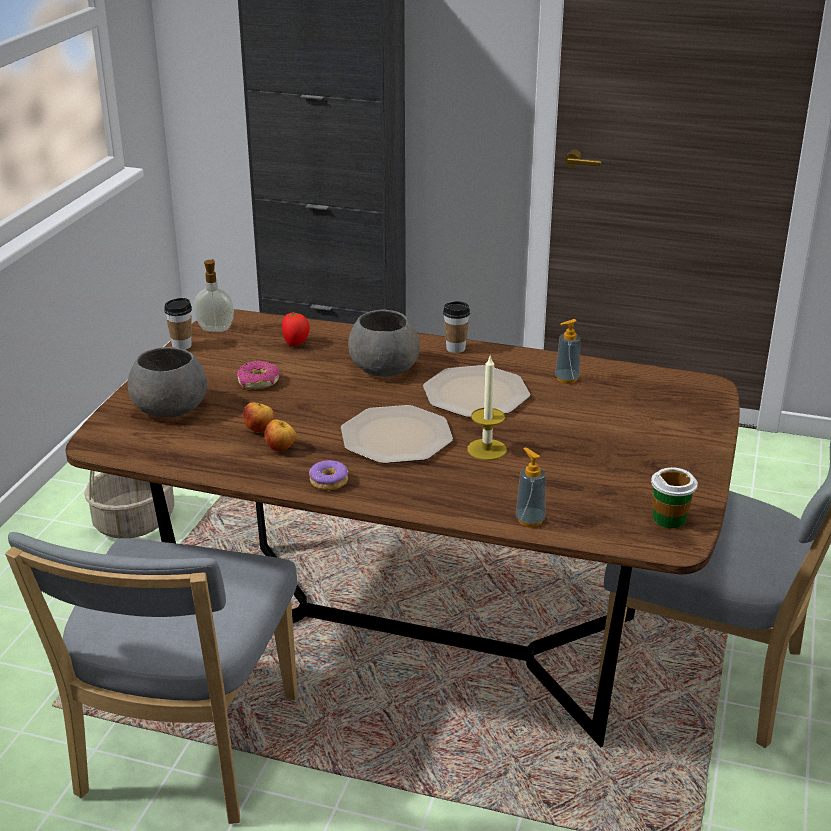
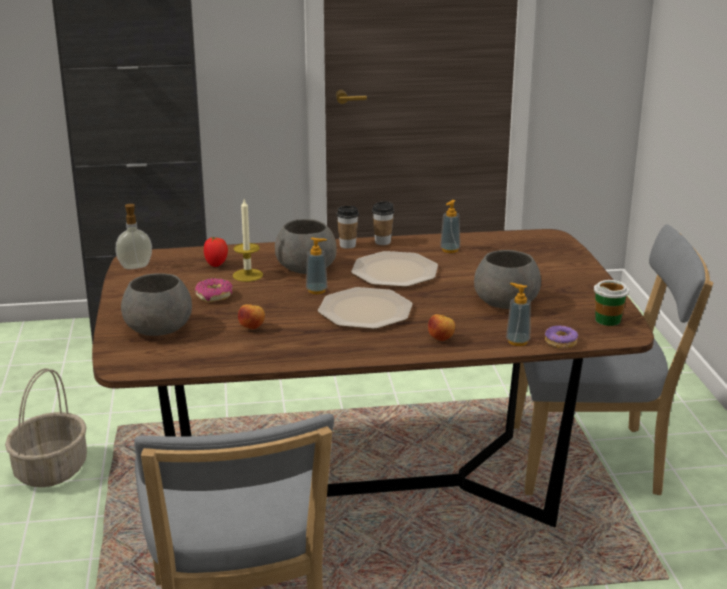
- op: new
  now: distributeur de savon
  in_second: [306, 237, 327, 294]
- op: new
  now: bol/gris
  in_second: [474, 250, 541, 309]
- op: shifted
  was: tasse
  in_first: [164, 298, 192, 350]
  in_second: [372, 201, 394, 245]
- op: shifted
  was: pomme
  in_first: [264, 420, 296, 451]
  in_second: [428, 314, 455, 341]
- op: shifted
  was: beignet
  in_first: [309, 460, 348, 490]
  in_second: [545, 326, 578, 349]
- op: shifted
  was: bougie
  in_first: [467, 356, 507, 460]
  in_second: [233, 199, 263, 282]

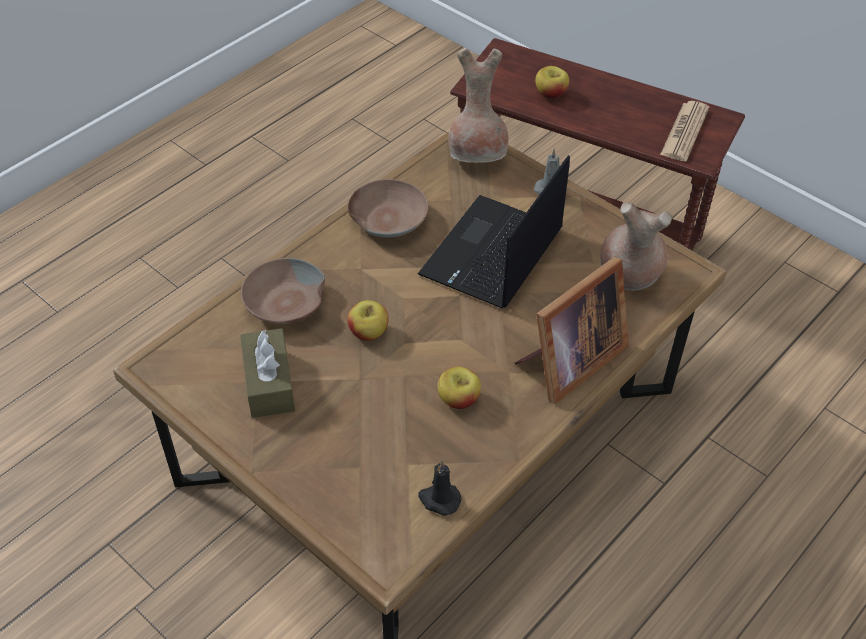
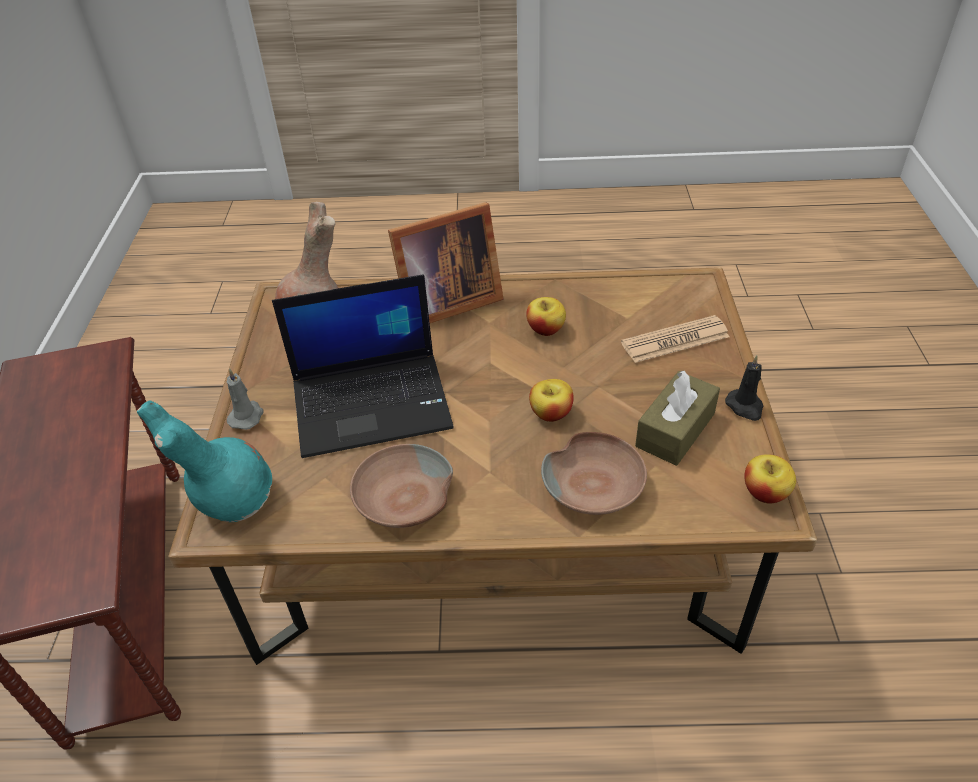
- op: shifted
  was: bougie/noir
  in_first: [419, 461, 462, 516]
  in_second: [725, 355, 764, 421]
- op: shifted
  was: pomme
  in_first: [535, 66, 569, 99]
  in_second: [744, 454, 796, 504]
- op: shifted
  was: journal
  in_first: [660, 101, 709, 161]
  in_second: [621, 315, 730, 363]
- op: repainted
  was: vase/marron
  now: vase/turquoise
  in_first: [449, 48, 509, 163]
  in_second: [137, 400, 272, 522]
- op: rotated
  was: cadre photo
  in_first: [515, 257, 629, 404]
  in_second: [388, 202, 503, 323]
  clockwise: 150

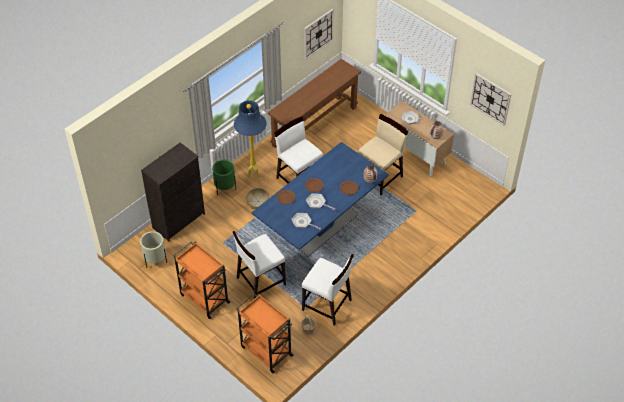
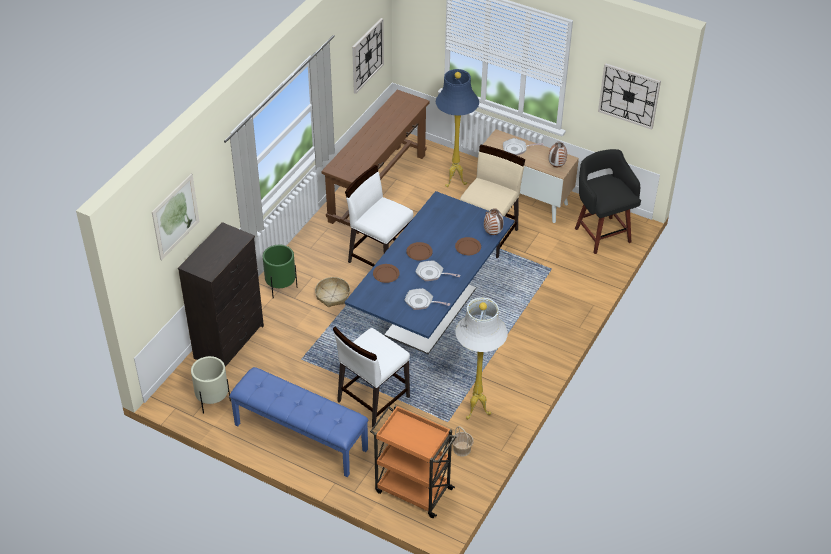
- op: new
  now: tableau
  in_second: [152, 174, 200, 260]
- op: new
  now: tabouret/noir
  in_second: [575, 149, 641, 254]
- op: shifted
  was: lampadaire/bleu
  in_first: [234, 100, 267, 181]
  in_second: [436, 69, 479, 187]
- op: swapped
  was: chariot/orange
  now: banc/bleu
  in_first: [173, 242, 231, 319]
  in_second: [229, 367, 368, 477]
- op: swapped
  was: chaise/blanc
  now: lampadaire/blanc
  in_first: [302, 254, 354, 326]
  in_second: [455, 297, 508, 419]

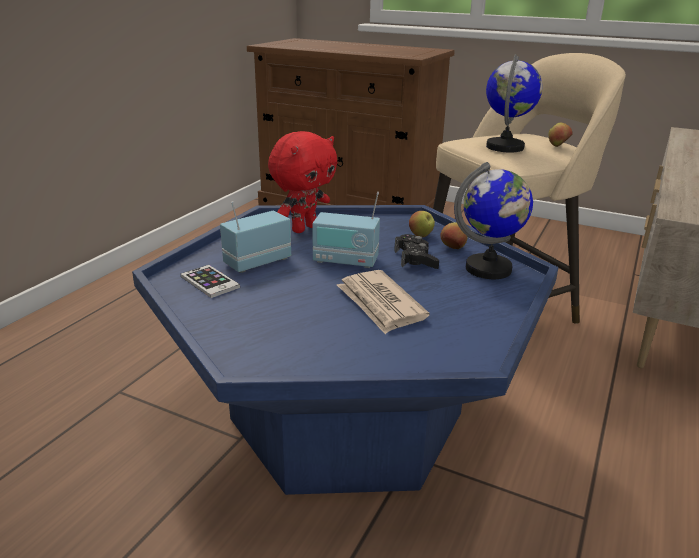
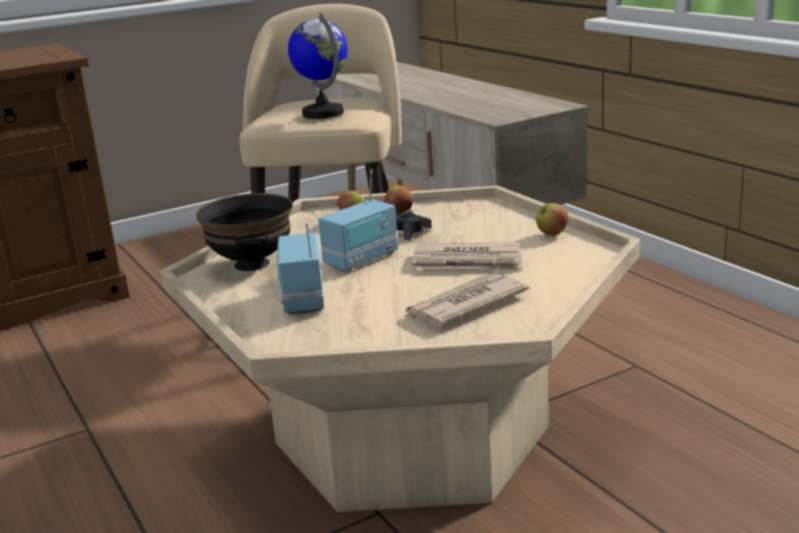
- op: gone
  was: téléphone
  in_first: [181, 265, 240, 298]
- op: gone
  was: globe
  in_first: [454, 162, 533, 279]
- op: new
  now: journal
  in_second: [402, 273, 529, 327]
- op: shifted
  was: pomme
  in_first: [549, 123, 573, 147]
  in_second: [536, 203, 569, 236]
- op: swapped
  was: peluche/rouge
  now: bol/noir
  in_first: [268, 131, 338, 233]
  in_second: [195, 193, 293, 271]
- op: repainted
  was: table basse/bleu
  now: table basse/beige
  in_first: [132, 205, 558, 495]
  in_second: [160, 186, 640, 512]

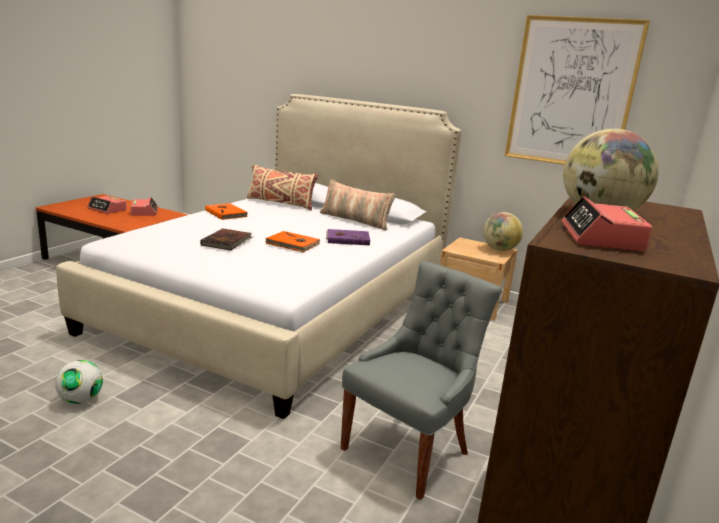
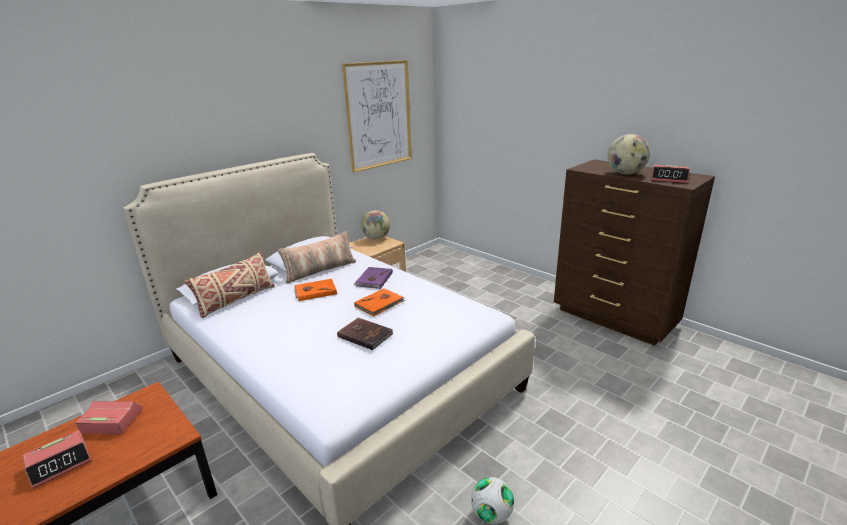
- op: gone
  was: chaise/gris
  in_first: [341, 261, 502, 500]
- op: shifted
  was: livre/orange
  in_first: [205, 203, 248, 220]
  in_second: [294, 279, 337, 301]

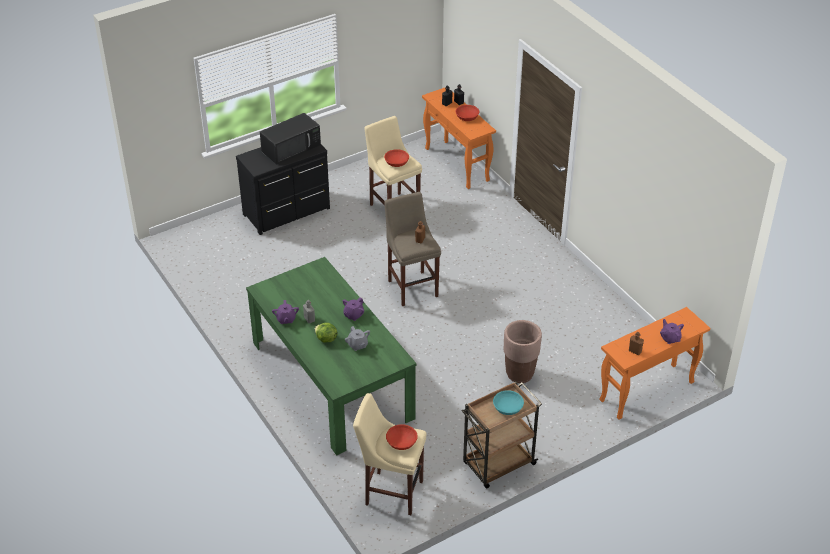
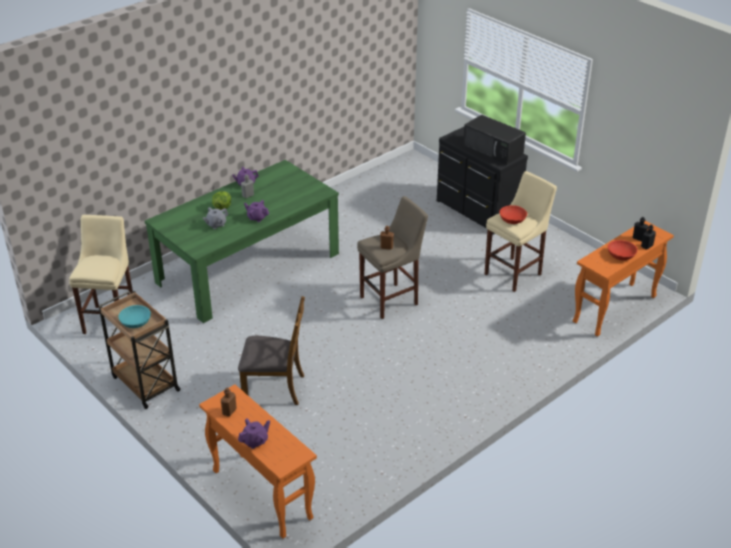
- op: gone
  was: bol/rouge
  in_first: [386, 424, 417, 450]
- op: swapped
  was: cache-pot/marron
  now: chaise/marron
  in_first: [504, 320, 542, 383]
  in_second: [238, 296, 305, 405]

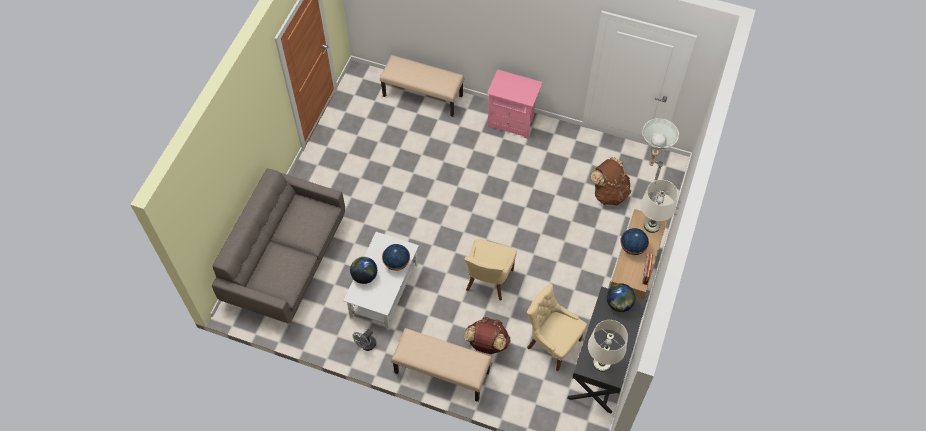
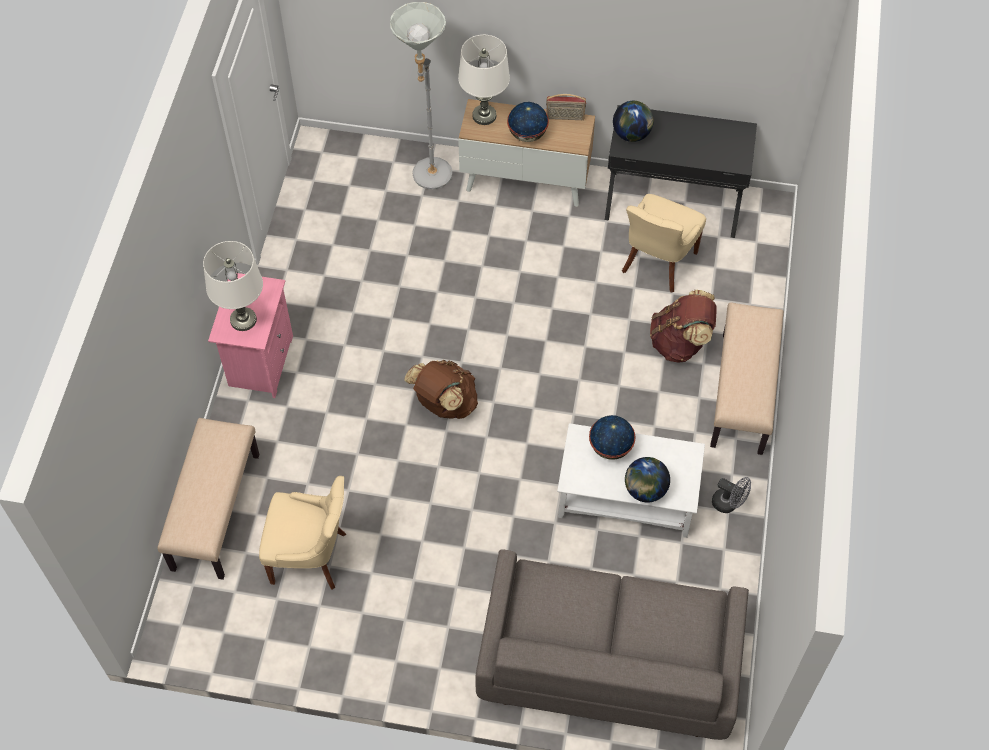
- op: shifted
  was: chaise/beige
  in_first: [464, 239, 517, 300]
  in_second: [259, 476, 346, 590]
- op: shifted
  was: lampe de table/blanc
  in_first: [588, 320, 628, 372]
  in_second: [203, 241, 263, 331]
- op: shifted
  was: sac à dos/marron
  in_first: [591, 157, 631, 206]
  in_second: [404, 360, 478, 419]

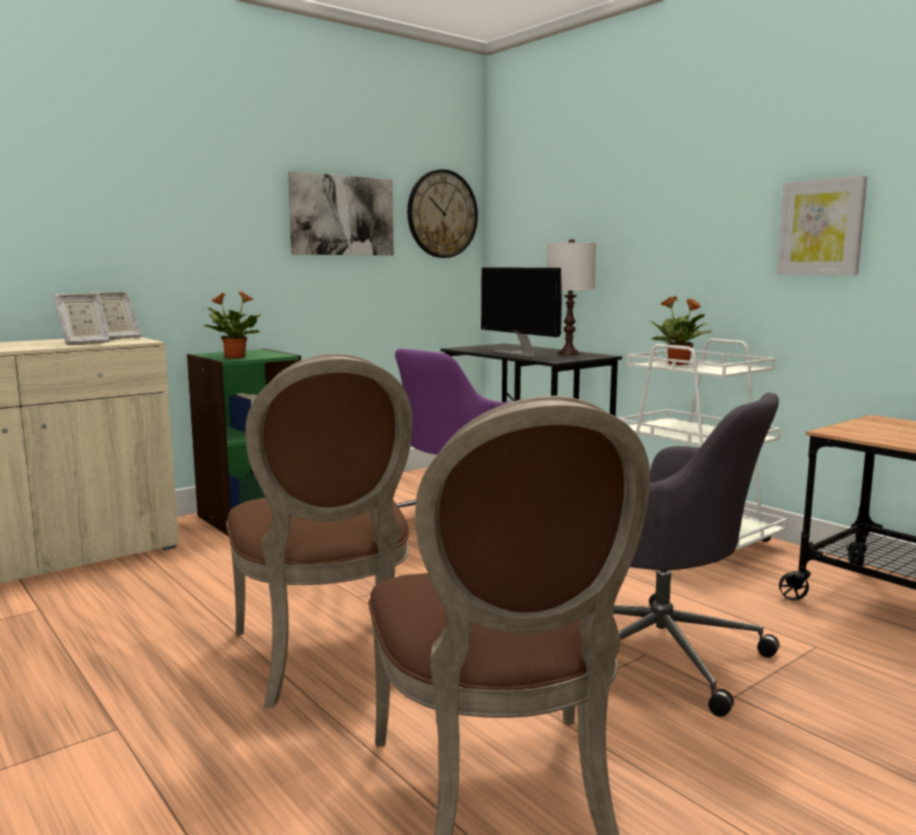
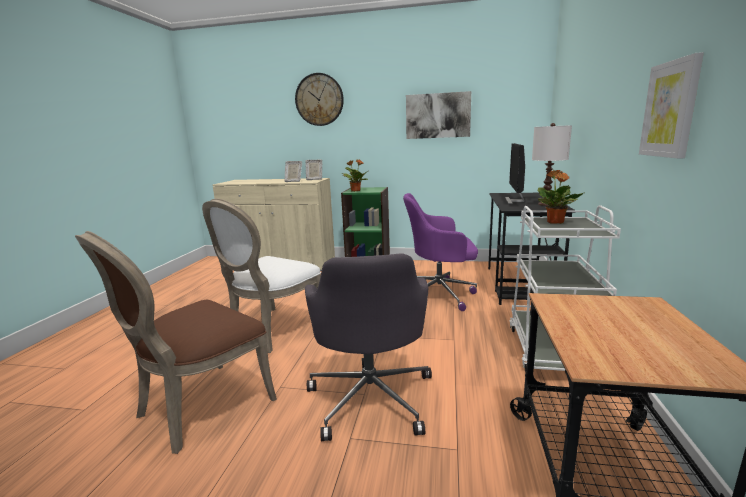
- op: shifted
  was: horloge murale
  in_first: [407, 169, 478, 258]
  in_second: [295, 73, 344, 126]
- op: repainted
  was: chaise/marron
  now: chaise/blanc
  in_first: [226, 354, 412, 708]
  in_second: [202, 199, 321, 353]

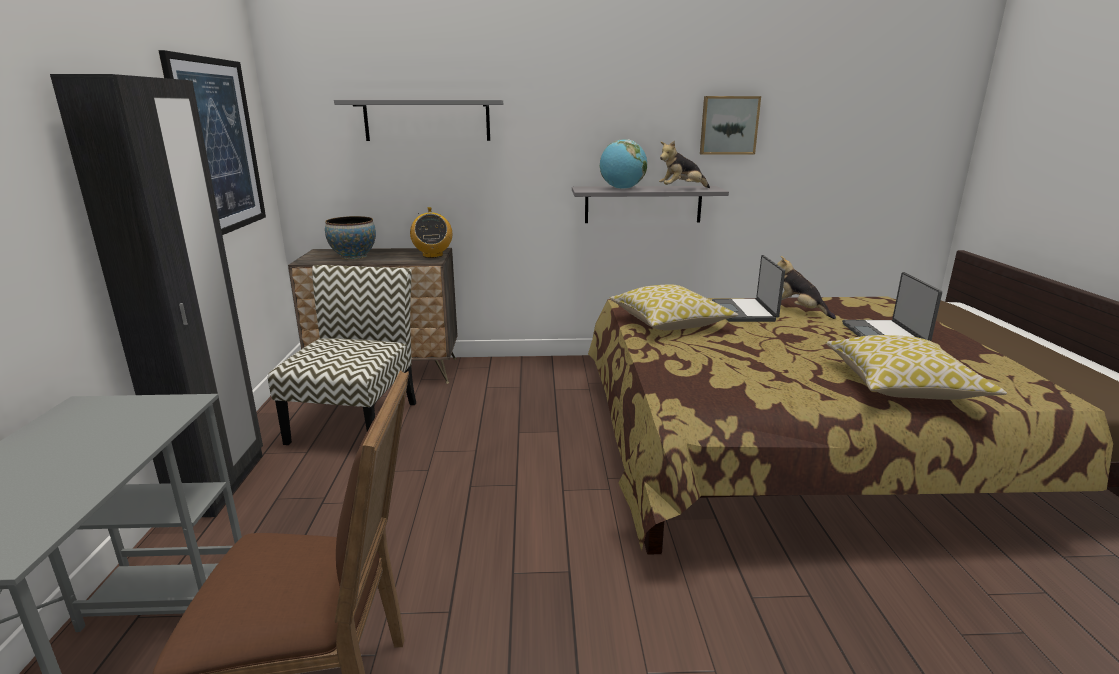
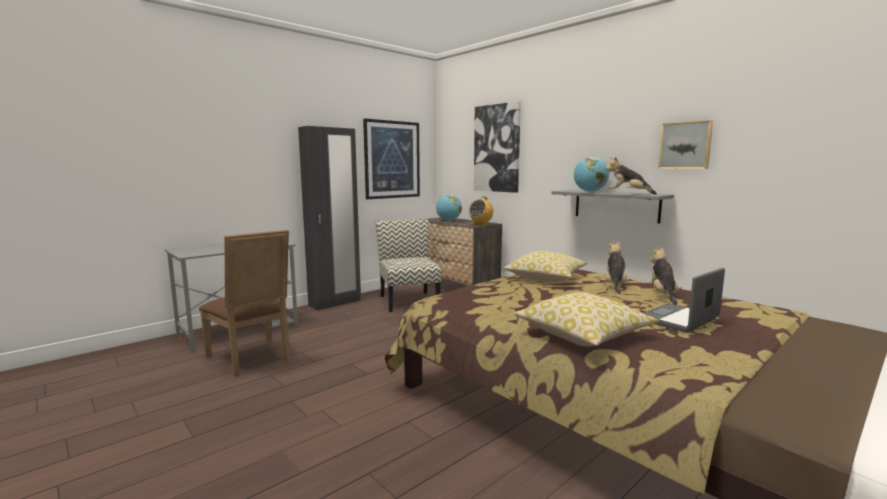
- op: swapped
  was: bol
  now: globe
  in_first: [325, 216, 376, 260]
  in_second: [436, 195, 462, 221]
- op: swapped
  was: étagère/gris
  now: tableau
  in_first: [334, 100, 503, 141]
  in_second: [474, 101, 521, 193]
- op: swapped
  was: ordinateur portable
  now: peluche
  in_first: [712, 255, 785, 322]
  in_second: [605, 241, 631, 294]
- op: rotated
  was: chaise
  in_first: [268, 265, 416, 445]
  in_second: [375, 220, 442, 312]
  clockwise: -75

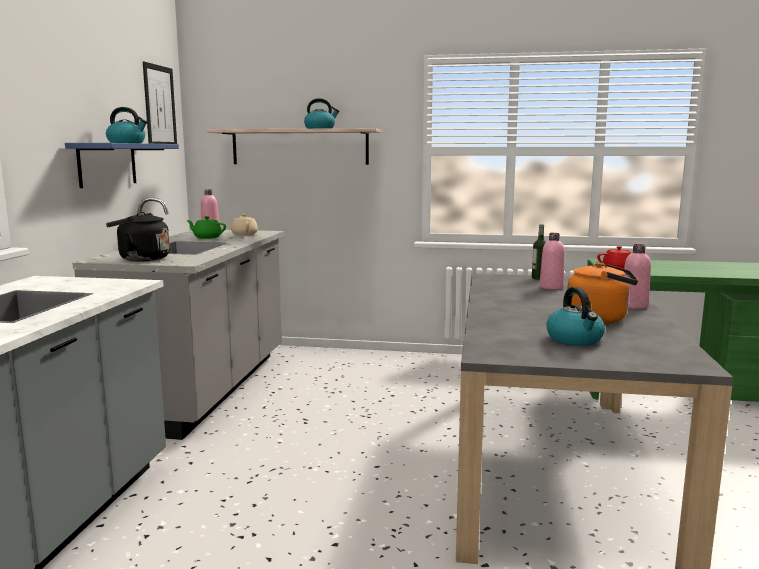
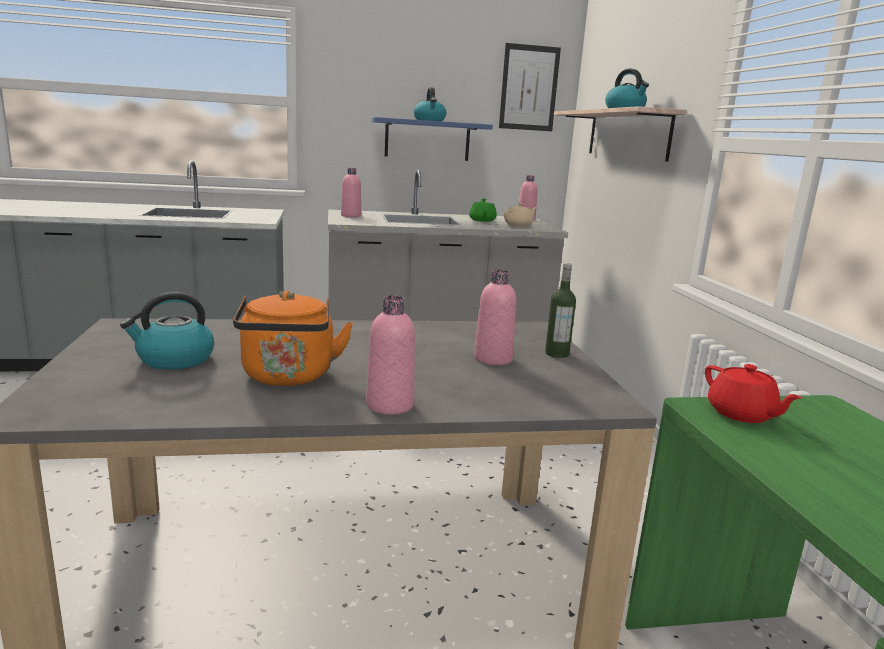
- op: swapped
  was: bouilloire/noir
  now: bouteille/rose
  in_first: [106, 212, 170, 262]
  in_second: [341, 168, 361, 217]

